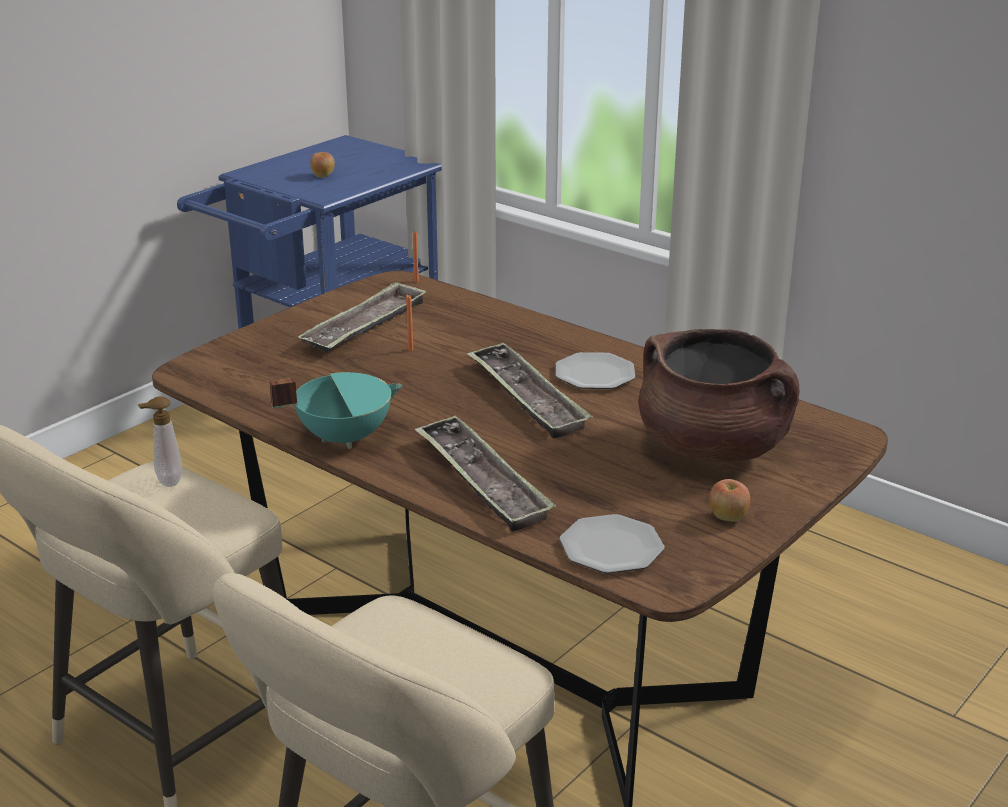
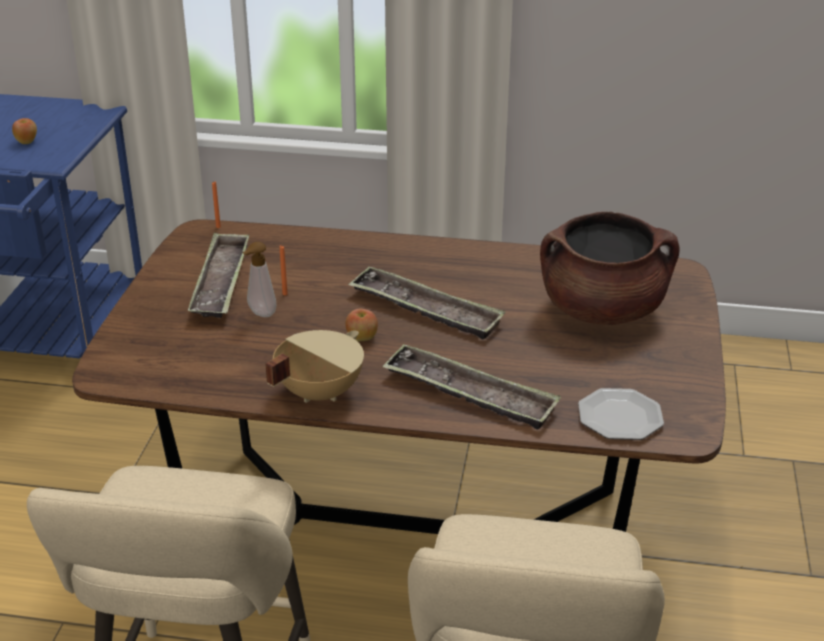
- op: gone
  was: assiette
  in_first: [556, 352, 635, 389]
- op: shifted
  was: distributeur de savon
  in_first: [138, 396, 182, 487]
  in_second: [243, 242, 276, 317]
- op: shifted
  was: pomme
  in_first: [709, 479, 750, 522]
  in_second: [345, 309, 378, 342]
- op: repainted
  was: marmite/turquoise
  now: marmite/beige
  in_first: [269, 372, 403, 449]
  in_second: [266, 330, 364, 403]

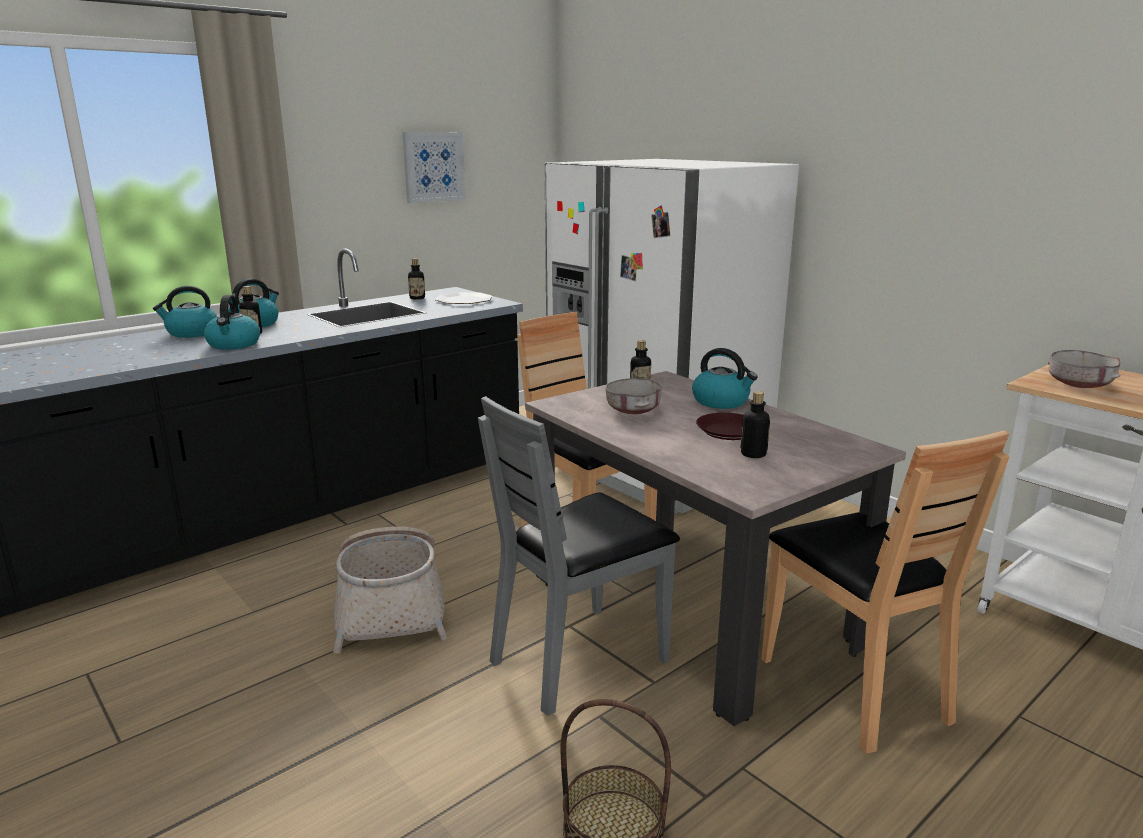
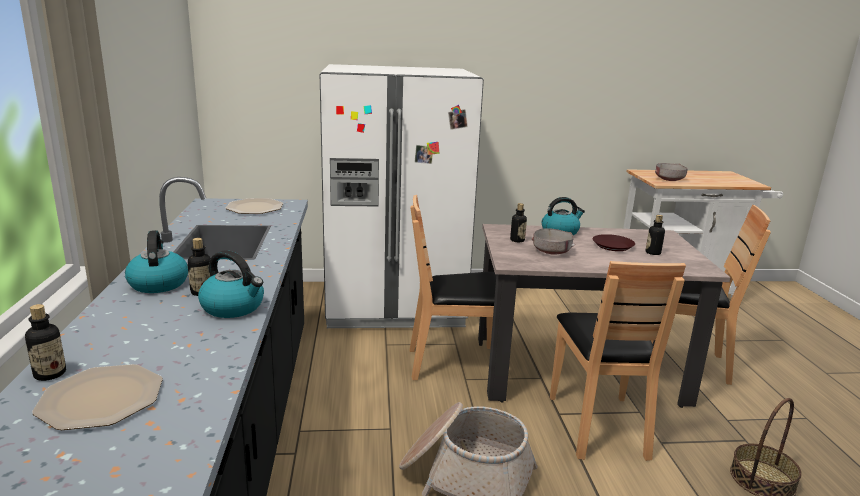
- op: gone
  was: bouilloire
  in_first: [153, 286, 217, 338]
- op: gone
  was: tableau
  in_first: [402, 132, 466, 203]
- op: new
  now: assiette
  in_second: [32, 364, 163, 430]
- op: shifted
  was: bouteille
  in_first: [408, 259, 425, 300]
  in_second: [25, 304, 66, 381]
- op: repainted
  was: chaise/gris
  now: chaise/marron
  in_first: [478, 396, 680, 716]
  in_second: [550, 261, 686, 461]

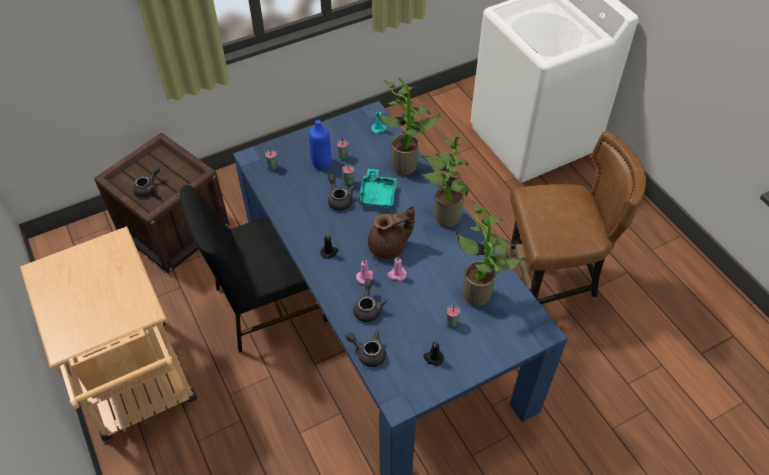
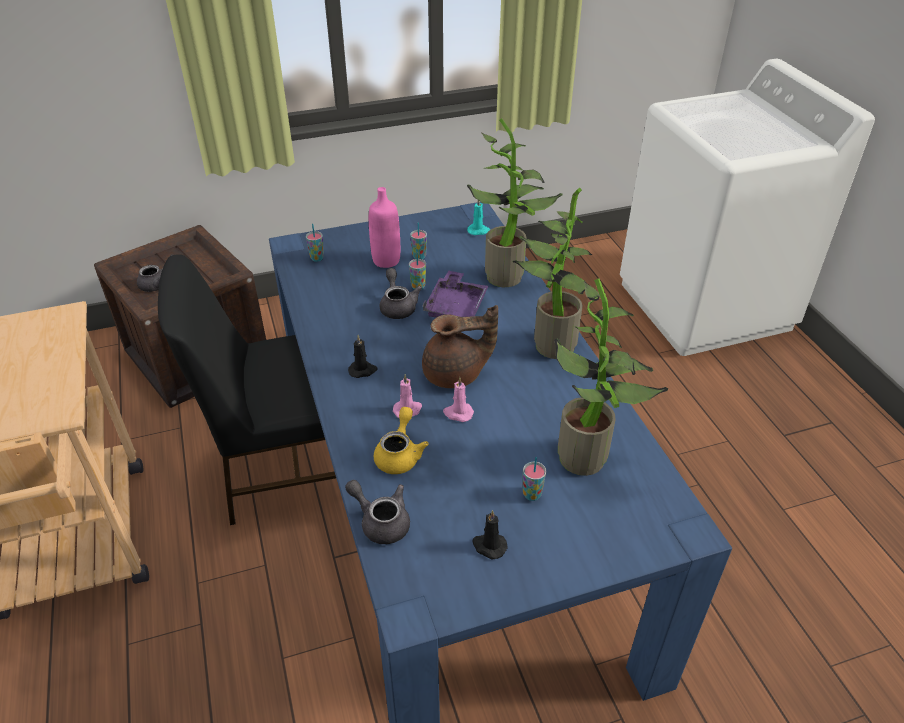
- op: gone
  was: chaise/marron
  in_first: [509, 131, 646, 305]
- op: repainted
  was: bouteille/bleu
  now: bouteille/rose
  in_first: [309, 120, 331, 169]
  in_second: [369, 187, 400, 268]
- op: repainted
  was: théière/gris
  now: théière/jaune
  in_first: [353, 279, 387, 322]
  in_second: [374, 407, 429, 474]
- op: repainted
  was: plateau/turquoise
  now: plateau/violet
  in_first: [358, 169, 397, 208]
  in_second: [422, 270, 488, 318]

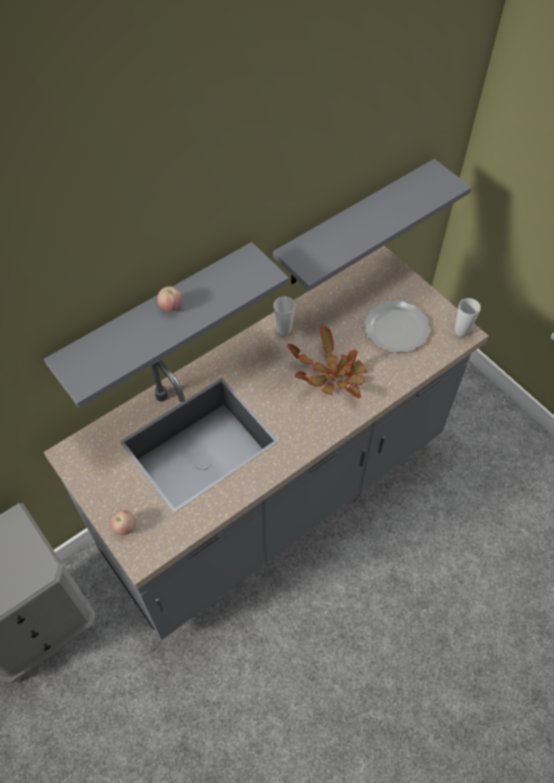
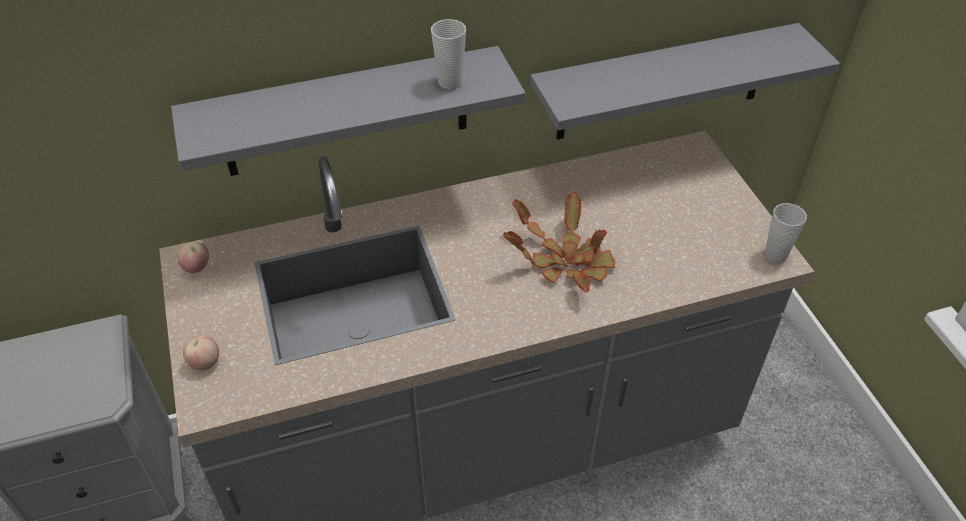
- op: gone
  was: assiette
  in_first: [364, 301, 430, 353]
- op: shifted
  was: pomme
  in_first: [158, 286, 181, 312]
  in_second: [178, 242, 209, 273]
- op: shifted
  was: tasse
  in_first: [273, 297, 295, 335]
  in_second: [431, 19, 466, 89]

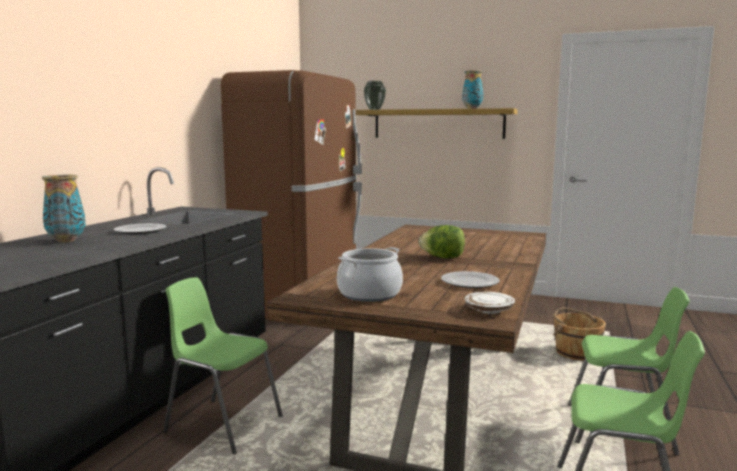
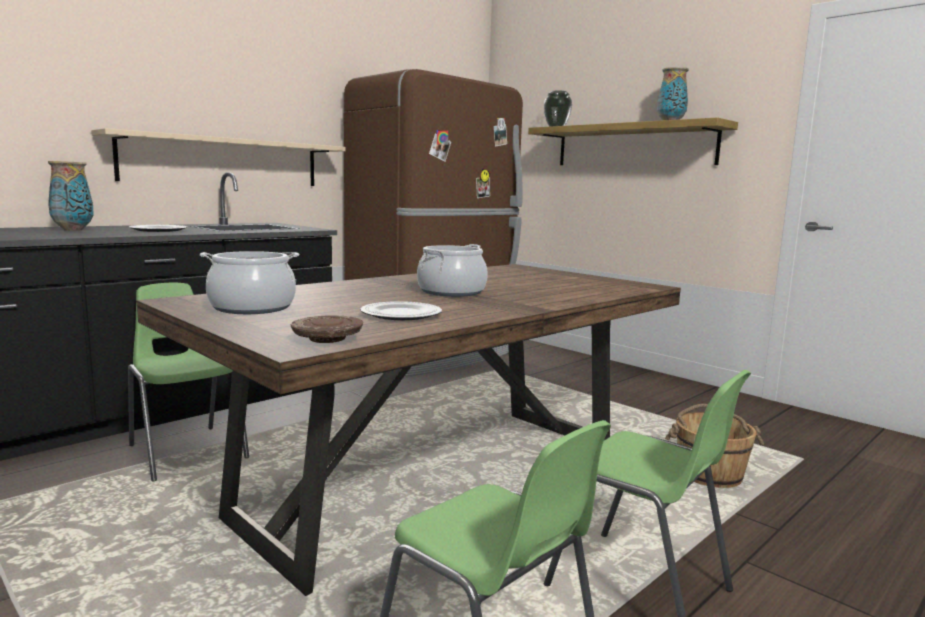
- op: new
  now: étagère/beige
  in_second: [91, 128, 345, 186]
- op: swapped
  was: laitue
  now: marmite
  in_first: [419, 225, 465, 258]
  in_second: [417, 244, 488, 297]
- op: repainted
  was: assiette/blanc
  now: assiette/marron
  in_first: [465, 292, 515, 314]
  in_second: [291, 315, 363, 343]

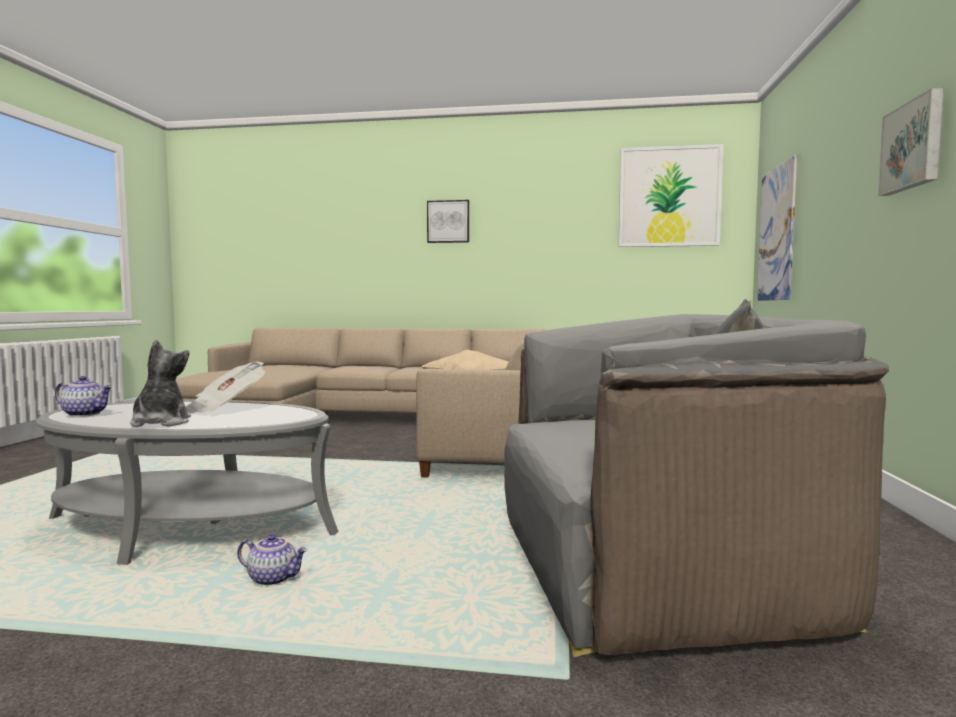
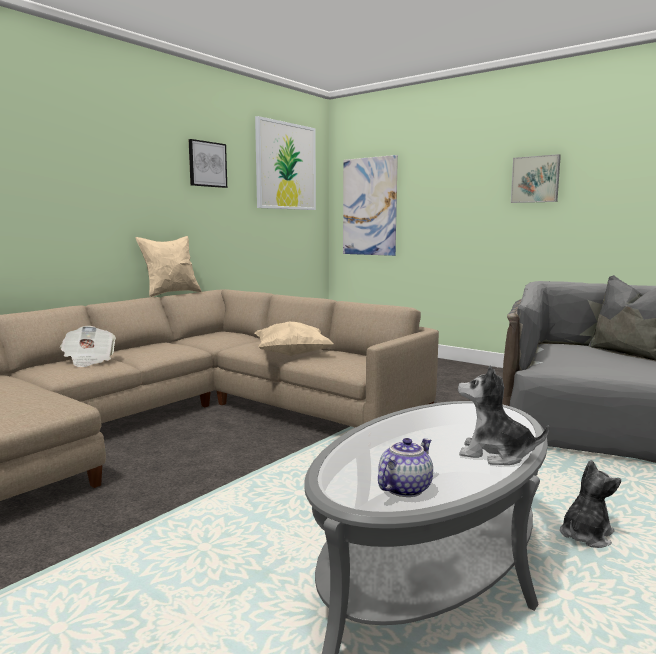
- op: new
  now: coussin/beige
  in_second: [136, 236, 202, 297]
- op: shifted
  was: journal
  in_first: [185, 362, 265, 413]
  in_second: [60, 326, 116, 367]
- op: shifted
  was: tableau
  in_first: [427, 200, 469, 243]
  in_second: [189, 139, 227, 188]
- op: swapped
  was: théière
  now: peluche
  in_first: [237, 534, 308, 585]
  in_second: [560, 460, 621, 548]

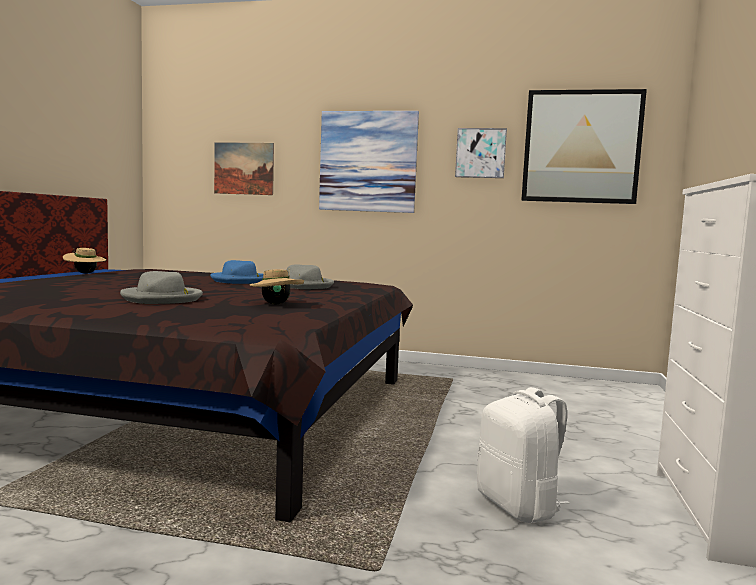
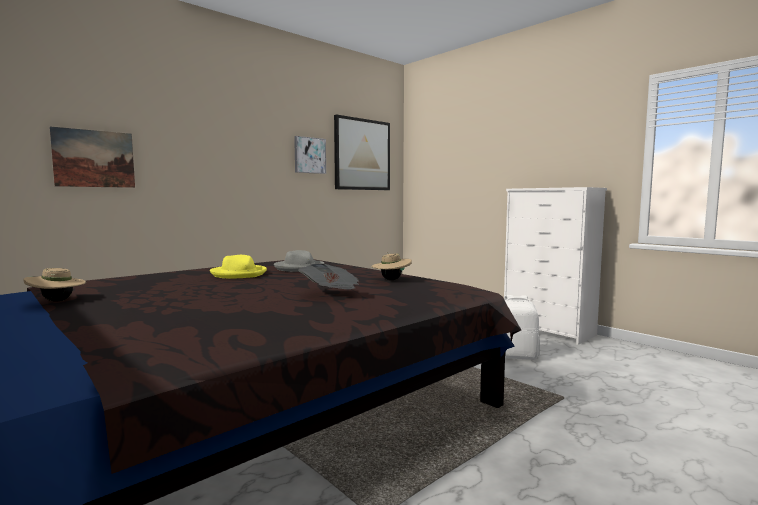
- op: gone
  was: tableau
  in_first: [319, 111, 419, 213]
- op: swapped
  was: chapeau/gris
  now: journal
  in_first: [120, 271, 203, 304]
  in_second: [298, 263, 359, 289]
- op: repainted
  was: chapeau/bleu
  now: chapeau/jaune
  in_first: [210, 260, 263, 284]
  in_second: [210, 255, 267, 278]

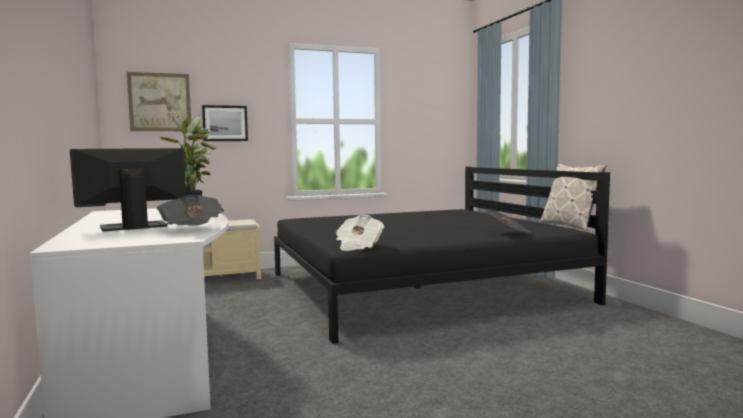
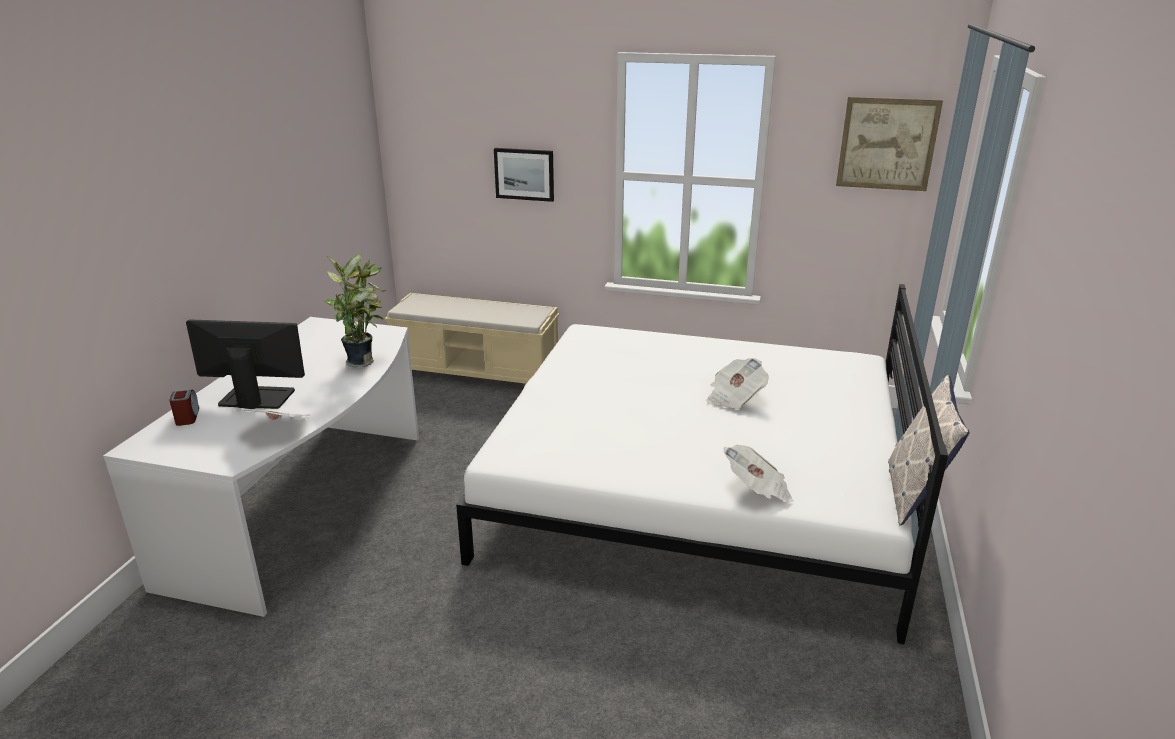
- op: new
  now: réveil
  in_second: [169, 389, 199, 426]
- op: shifted
  was: tableau
  in_first: [127, 72, 191, 131]
  in_second: [836, 97, 943, 191]
- op: shifted
  was: journal
  in_first: [336, 215, 384, 251]
  in_second: [706, 358, 769, 409]
- op: repainted
  was: lit/noir
  now: lit/blanc
  in_first: [274, 167, 610, 344]
  in_second: [456, 284, 948, 644]

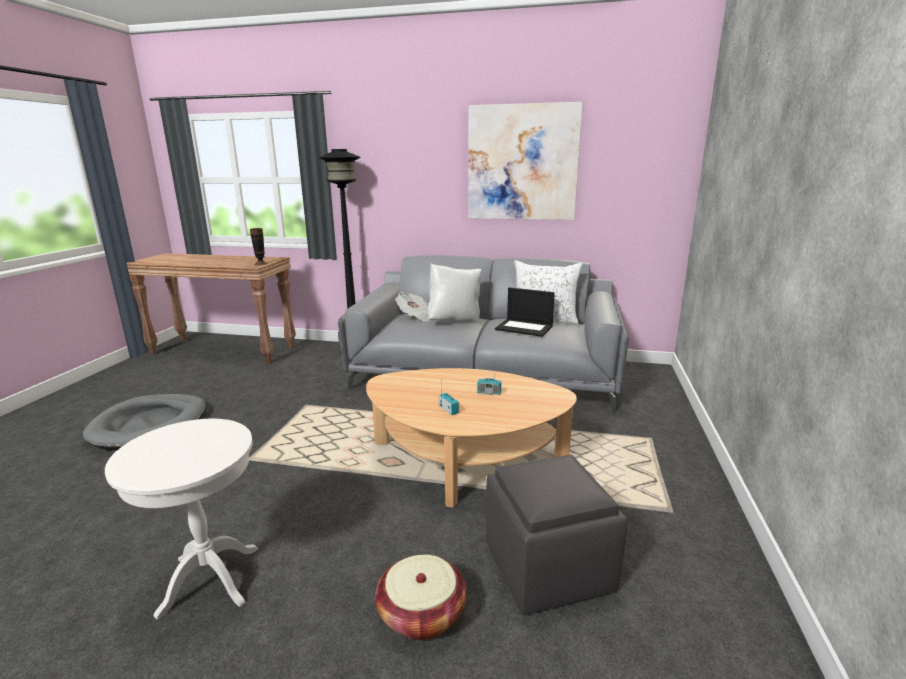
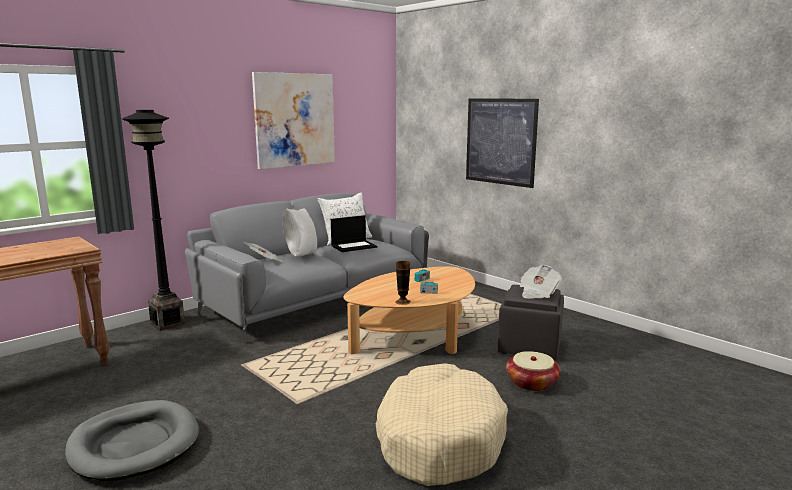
- op: new
  now: tableau
  in_second: [466, 98, 539, 188]
- op: new
  now: journal
  in_second: [520, 265, 562, 299]
- op: shifted
  was: vase
  in_first: [250, 228, 268, 266]
  in_second: [395, 261, 411, 305]
- op: swapped
  was: table d'appoint/blanc
  now: panier pour chien/beige
  in_first: [105, 419, 258, 620]
  in_second: [376, 363, 508, 486]

